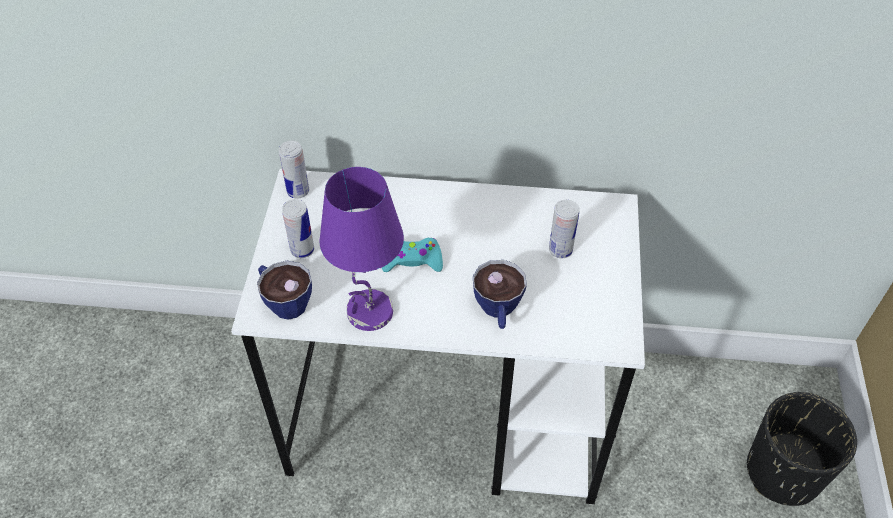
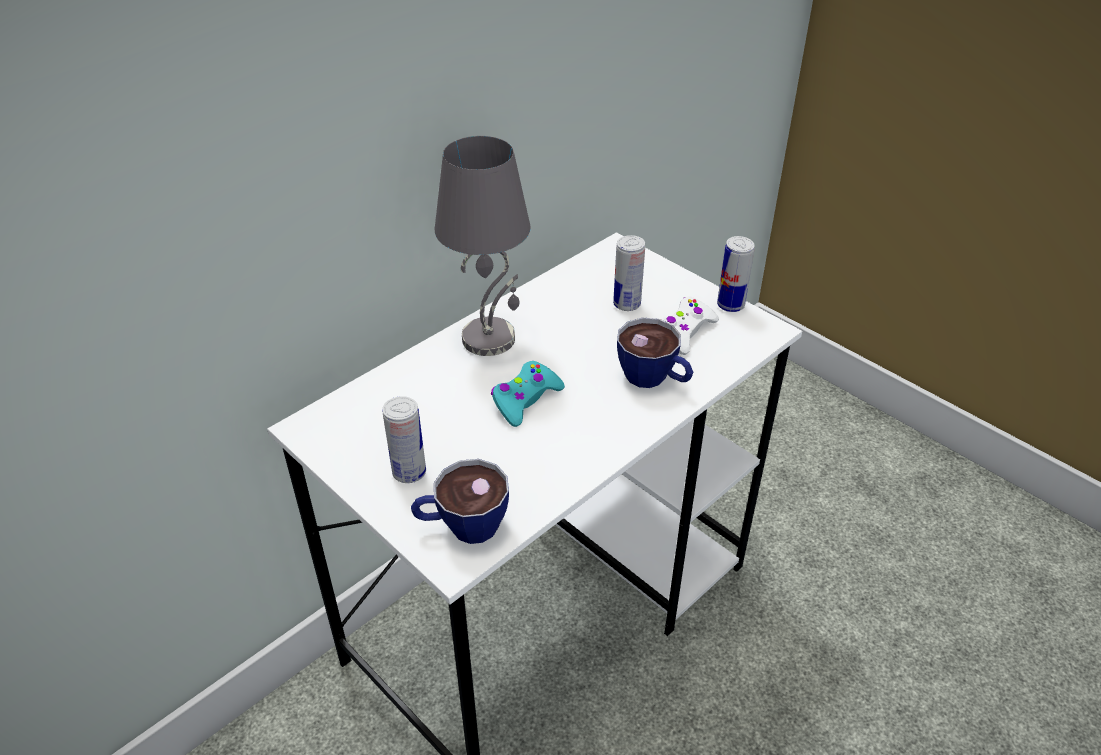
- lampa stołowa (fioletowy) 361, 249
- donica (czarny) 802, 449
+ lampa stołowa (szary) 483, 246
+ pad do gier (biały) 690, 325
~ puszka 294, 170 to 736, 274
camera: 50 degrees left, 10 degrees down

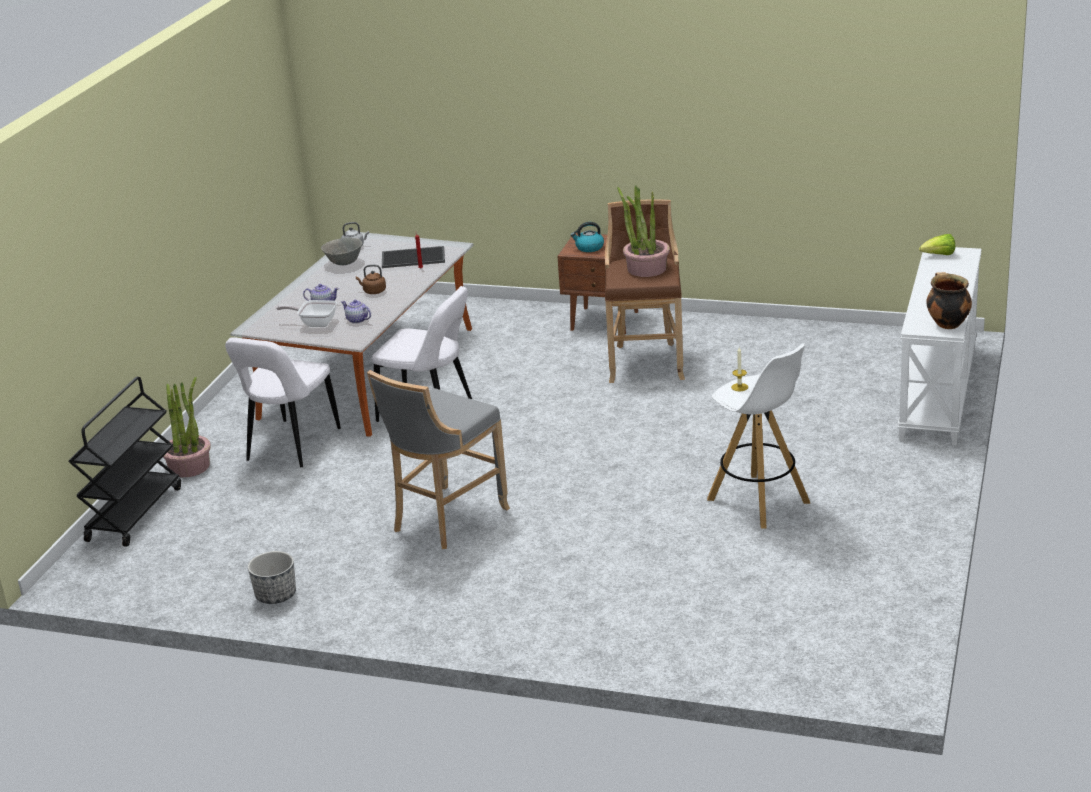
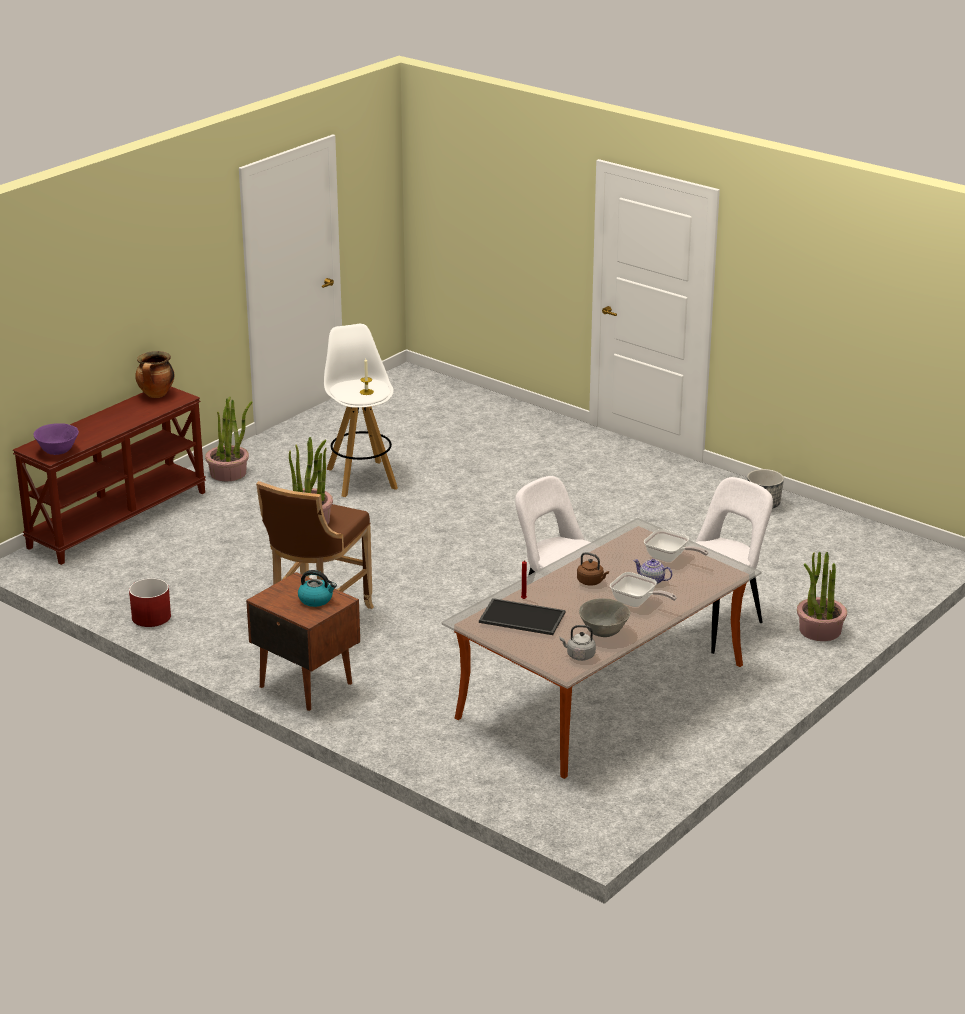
- wózek (czarny) 124, 462
- imbryk 356, 312
- stołek (szary) 438, 459
+ donica (czerwony) 150, 602
+ roślina doniczkowa 228, 439
+ patelnia 643, 589
~ sałata 937, 244 to miska (fioletowy) 56, 439
~ stolik konsolowy (biały) 940, 346 to stolik konsolowy (brązowy) 109, 476
camera: 160 degrees left, 0 degrees up

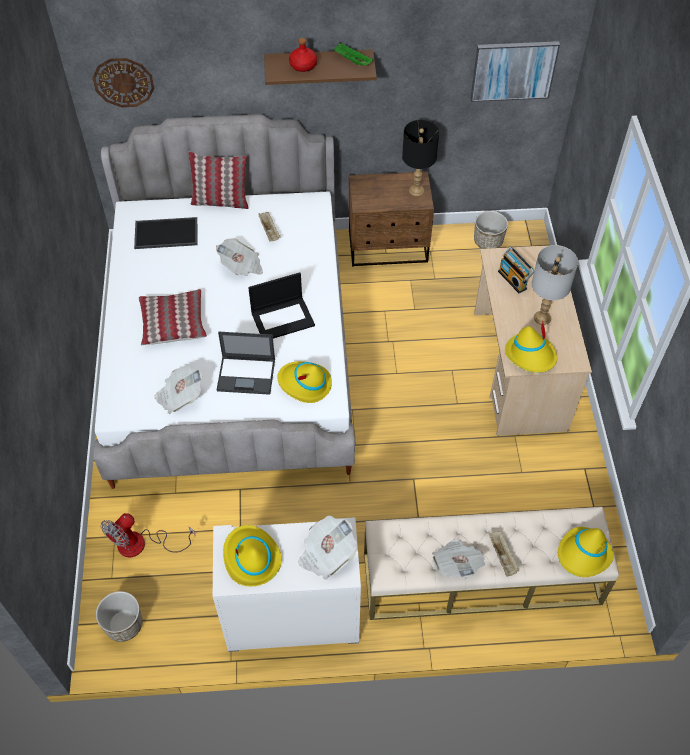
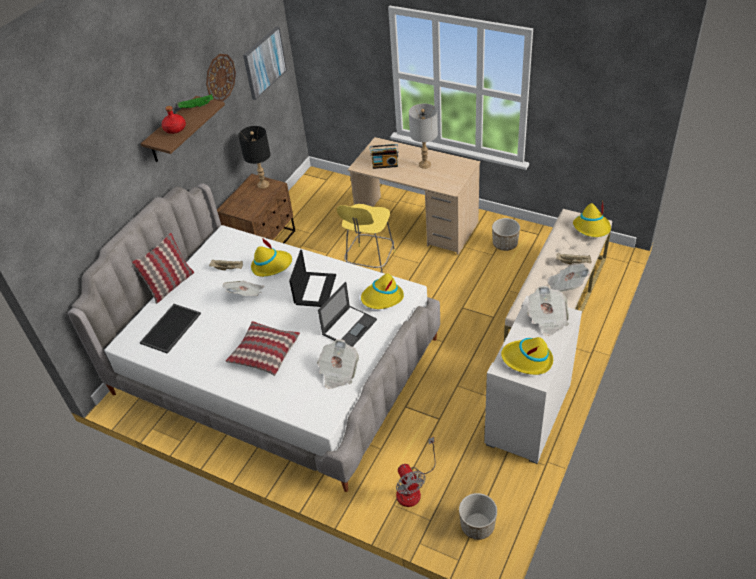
+ stołek (żółty) 366, 238
~ zegar ścienny 123, 82 to 221, 78
~ donica 491, 230 to 506, 234
~ kapelusz (żółty) 531, 348 to 271, 257
camera: 55 degrees left, 10 degrees down

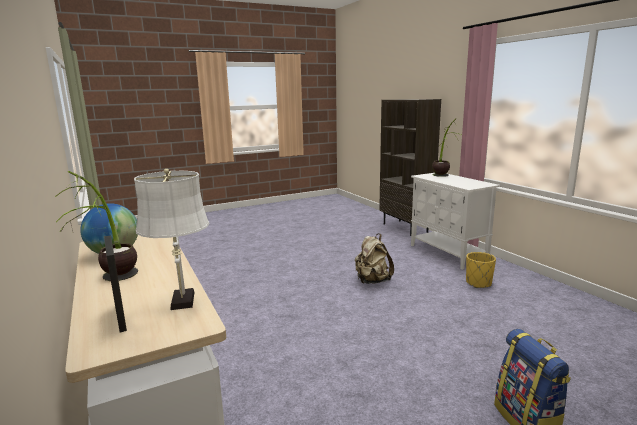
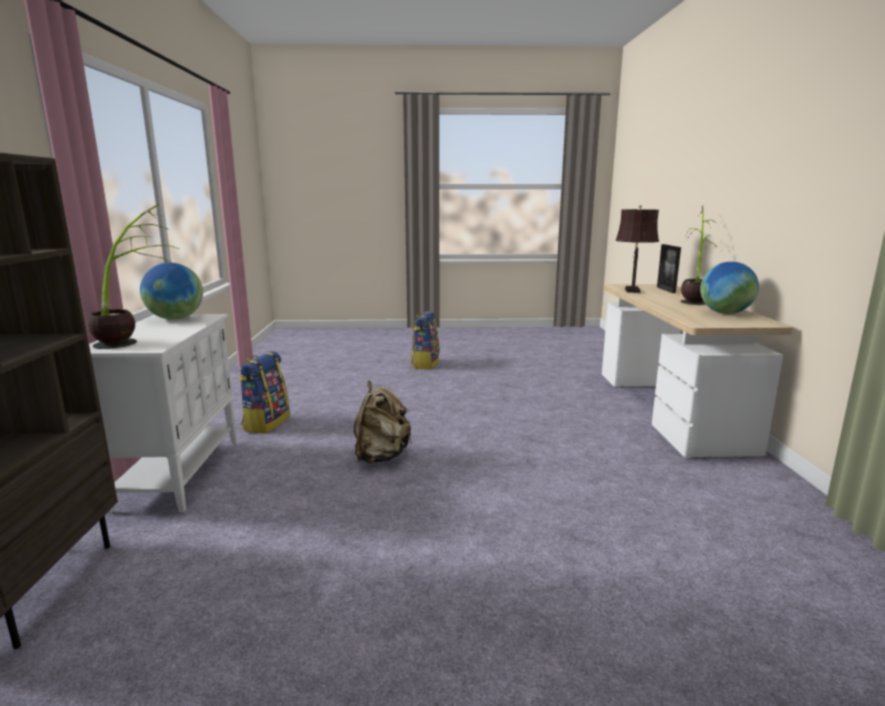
+ globus 171, 291
~ donica (żółty) 481, 270 to plecak 264, 392
~ lampa stołowa (biały) 172, 239 to lampa stołowa (brązowy) 637, 249
camera: 155 degrees left, 0 degrees up

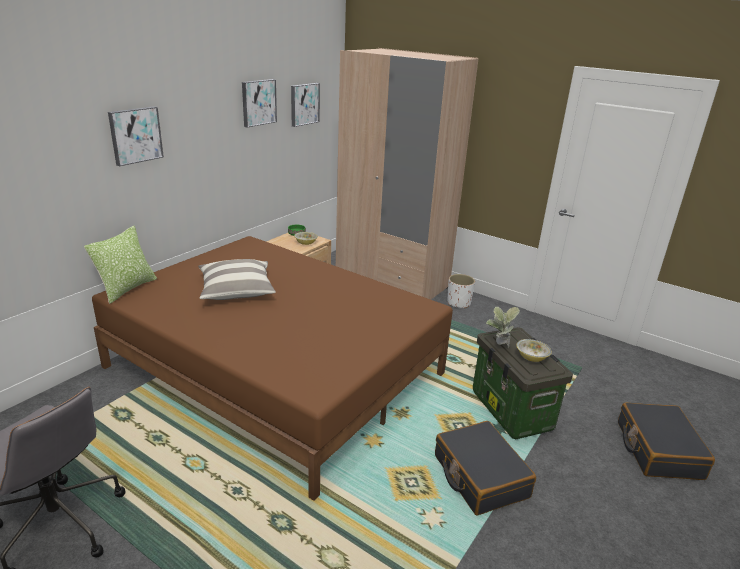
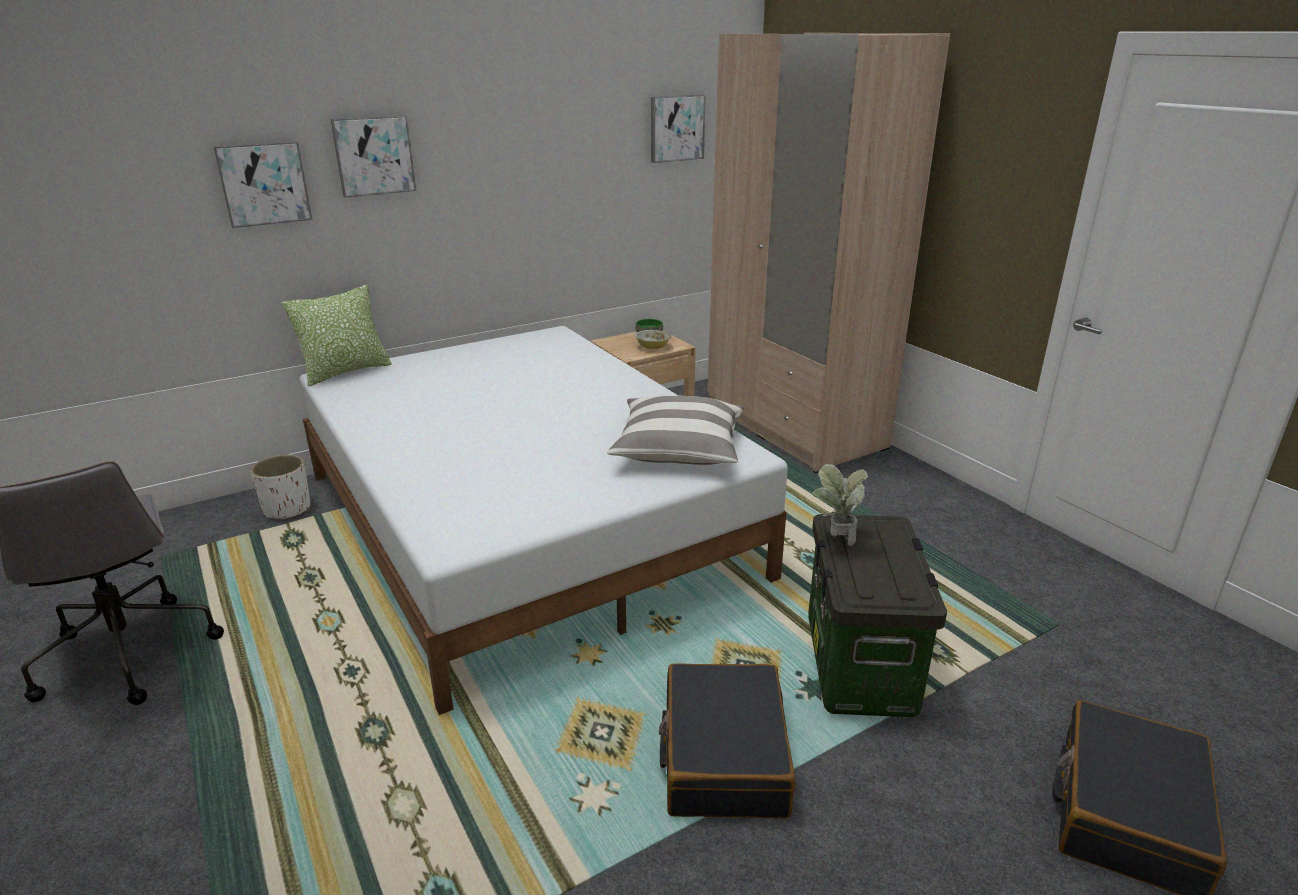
- miska 534, 350
~ poduszka 237, 279 to 675, 430
~ obraz 259, 103 to 262, 184
~ donica (biały) 461, 291 to 280, 487
~ łóżko (brązowy) 272, 368 to łóżko (biały) 544, 520
camera: 25 degrees right, 0 degrees up

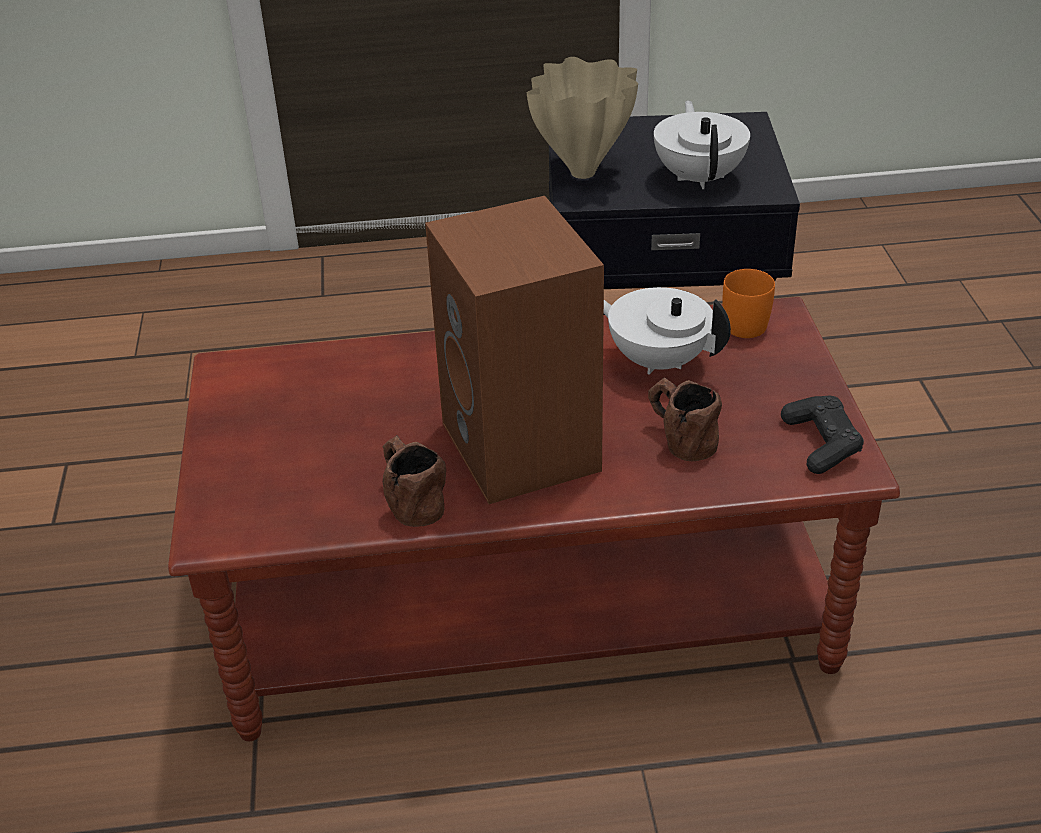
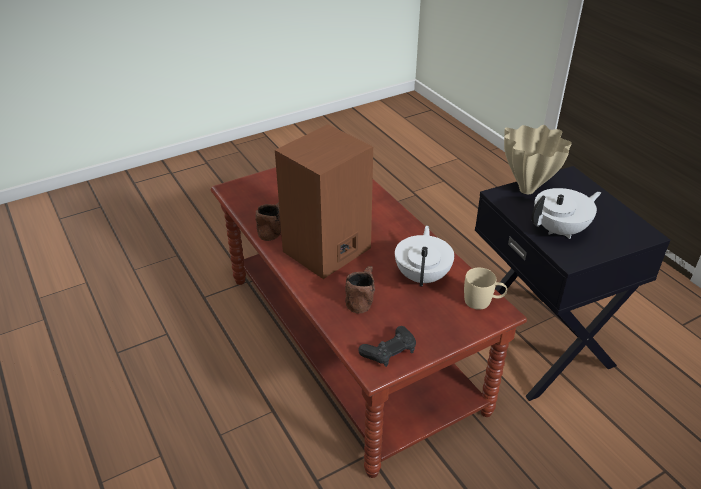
~ kubek (pomarańczowy) 748, 303 to kubek (beżowy) 485, 289
camera: 65 degrees right, 0 degrees up

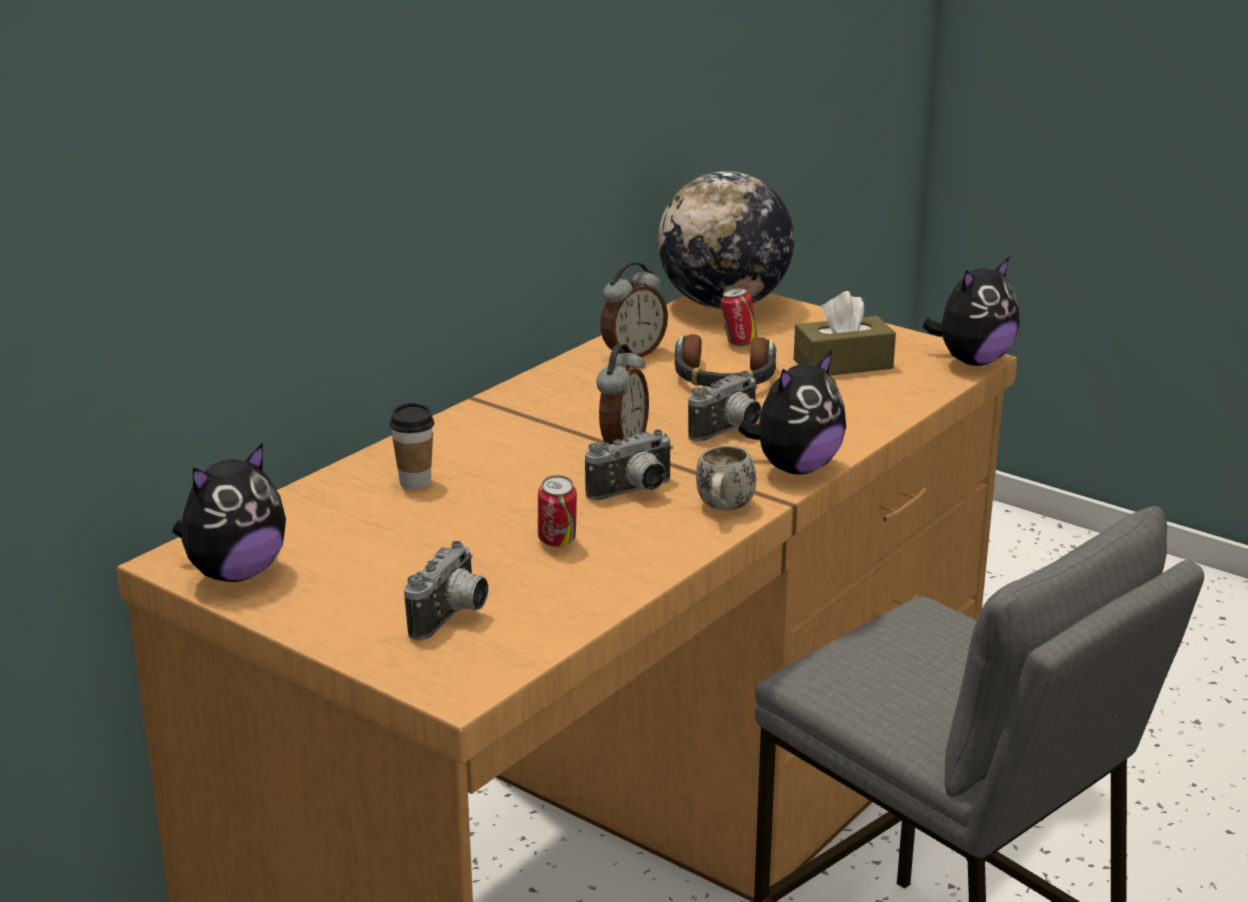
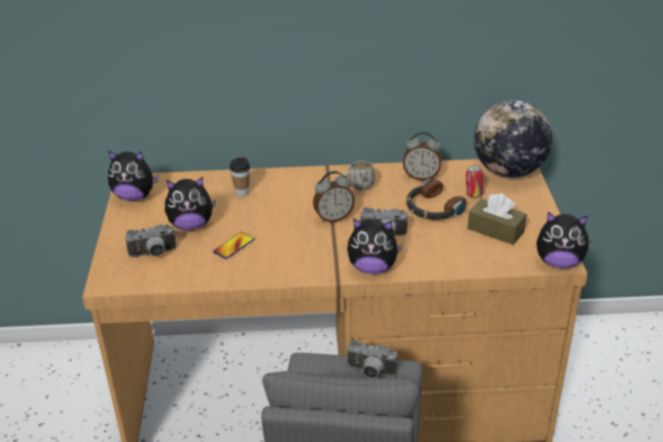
+ pluszak 190, 203
~ aparat fotograficzny 629, 464 to 372, 359
~ kubek (biały) 726, 478 to 359, 175
~ puszka 557, 511 to telefon 233, 245
camera: 50 degrees right, 10 degrees up

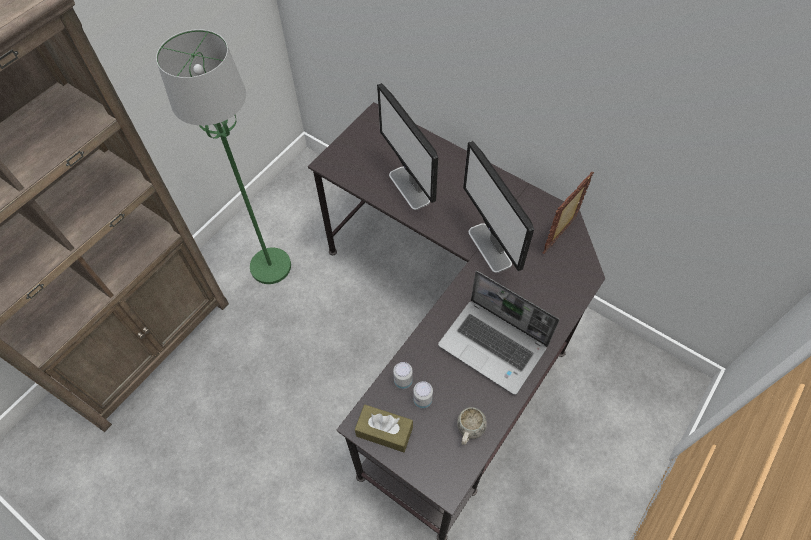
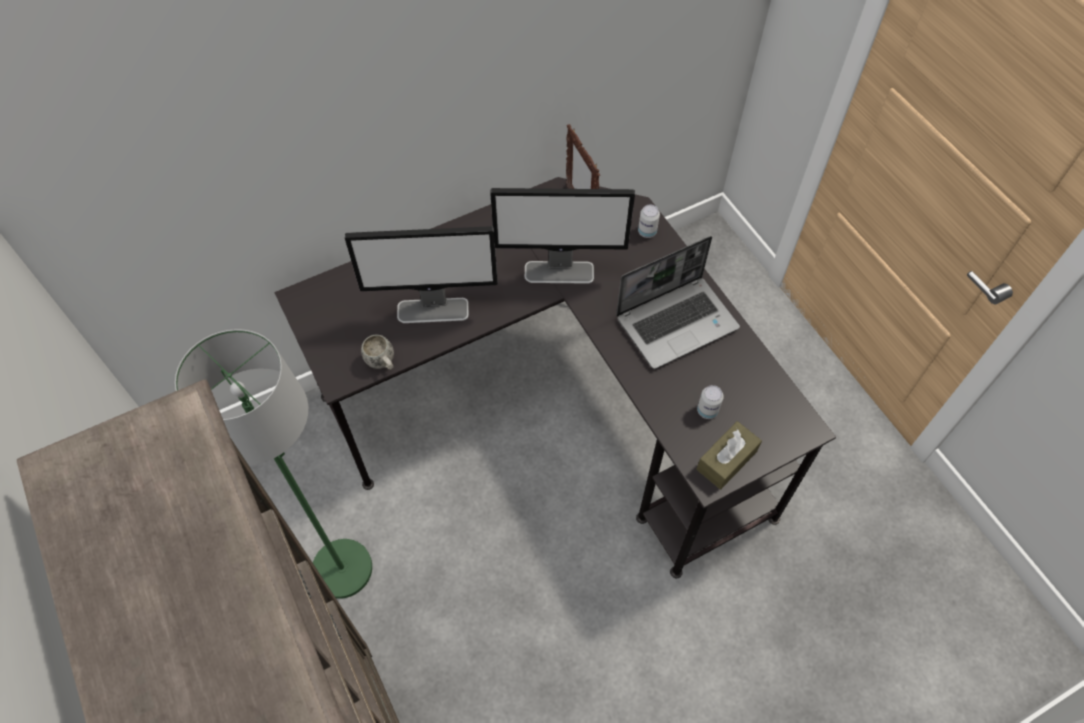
~ puszka 403, 375 to 649, 221
~ kubek (biały) 472, 426 to 377, 352
camera: 65 degrees left, 0 degrees up

